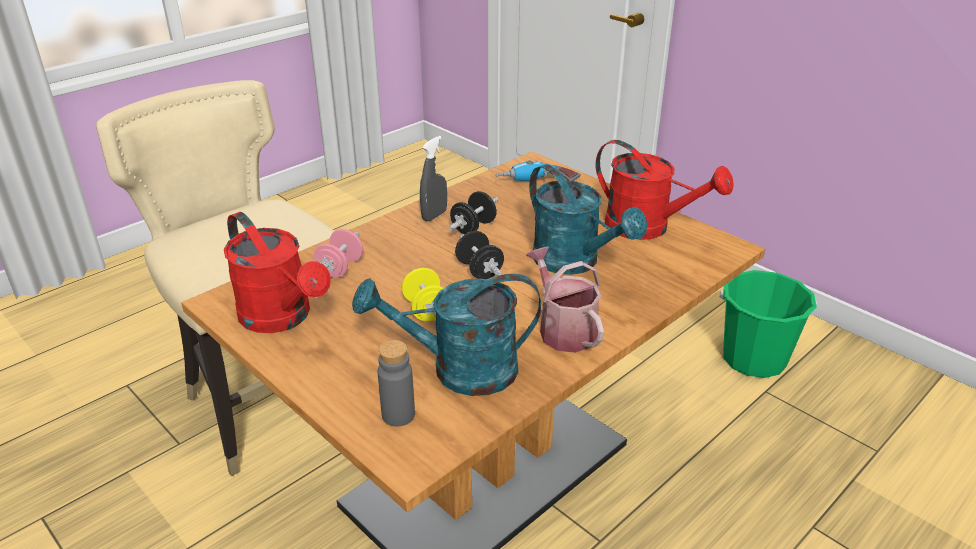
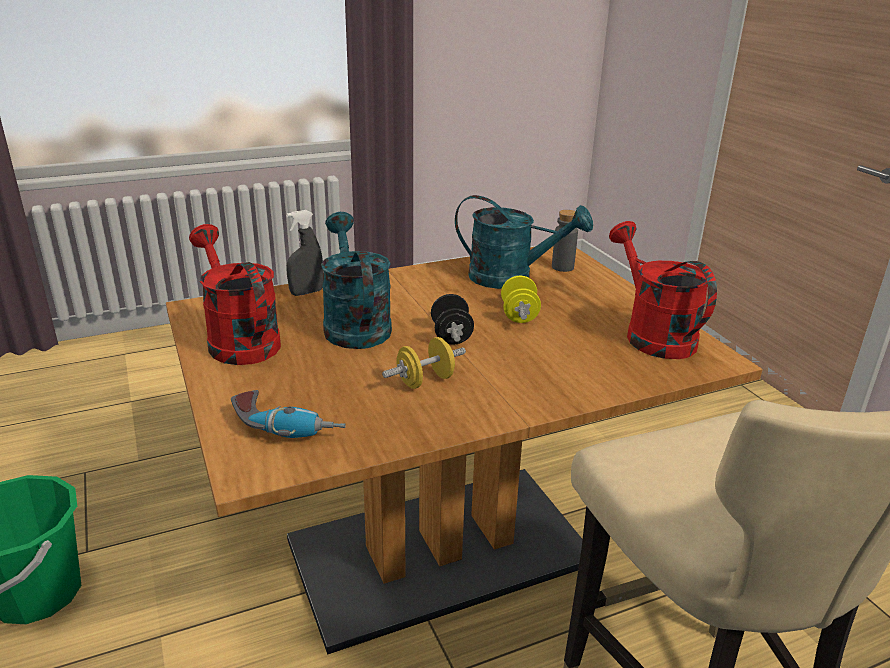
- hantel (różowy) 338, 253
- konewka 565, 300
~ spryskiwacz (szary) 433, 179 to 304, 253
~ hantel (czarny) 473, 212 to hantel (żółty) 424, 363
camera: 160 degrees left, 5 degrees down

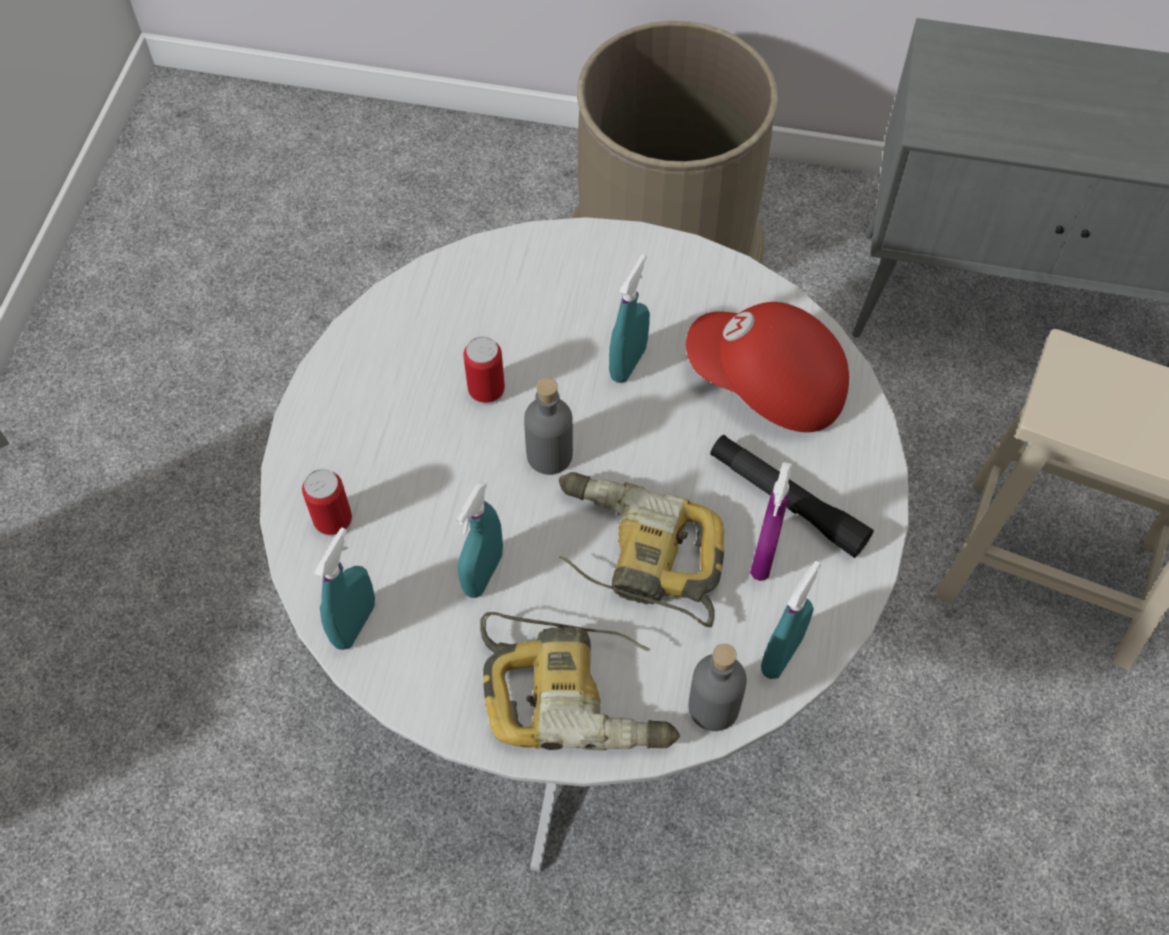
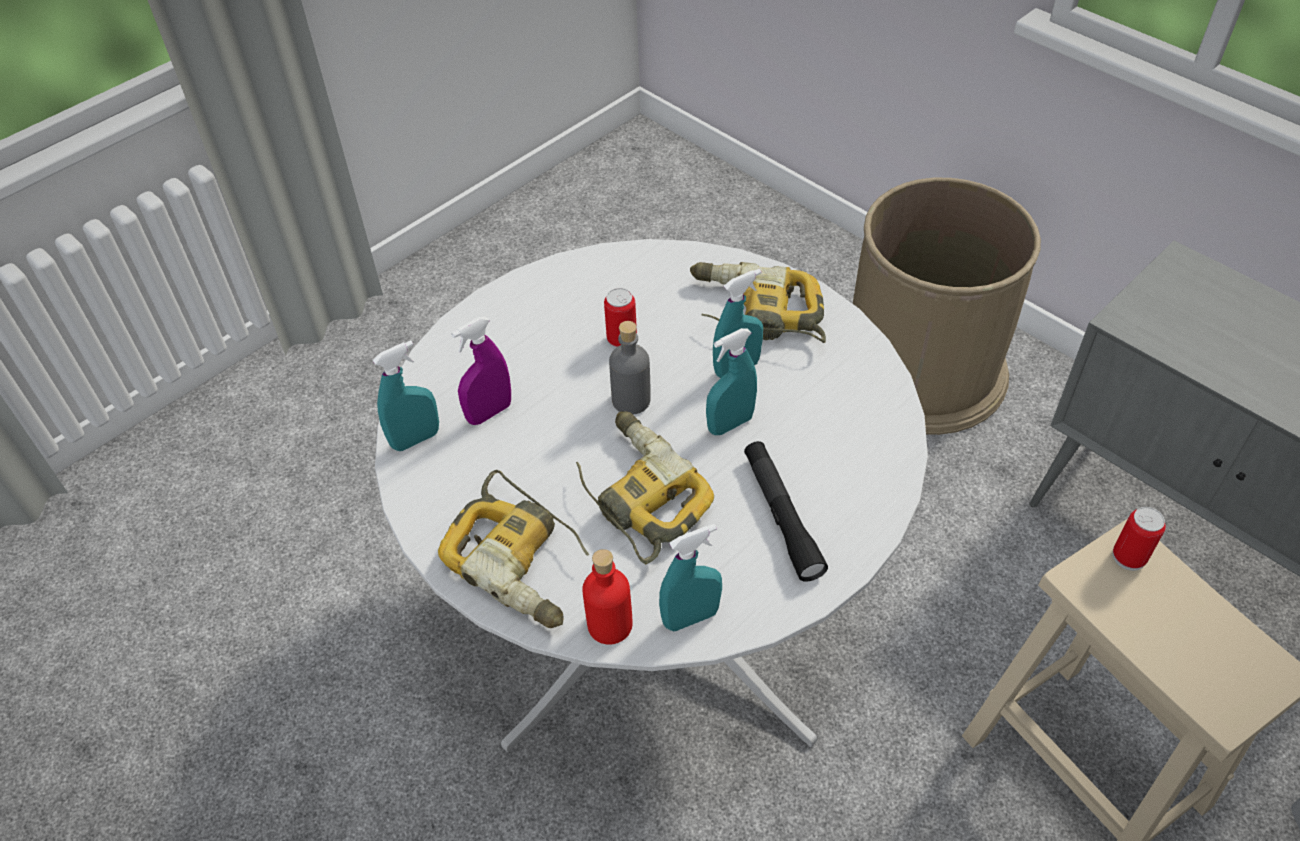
- czapka z daszkiem (czerwony) 767, 367
+ wiertarka 758, 302
~ puszka 327, 503 to 1139, 539
~ spryskiwacz (turkusowy) 480, 539 to 731, 381
~ spryskiwacz (fioletowy) 771, 521 to 481, 371
~ butelka (szary) 718, 687 to butelka (czerwony) 607, 597
camera: 35 degrees right, 10 degrees down

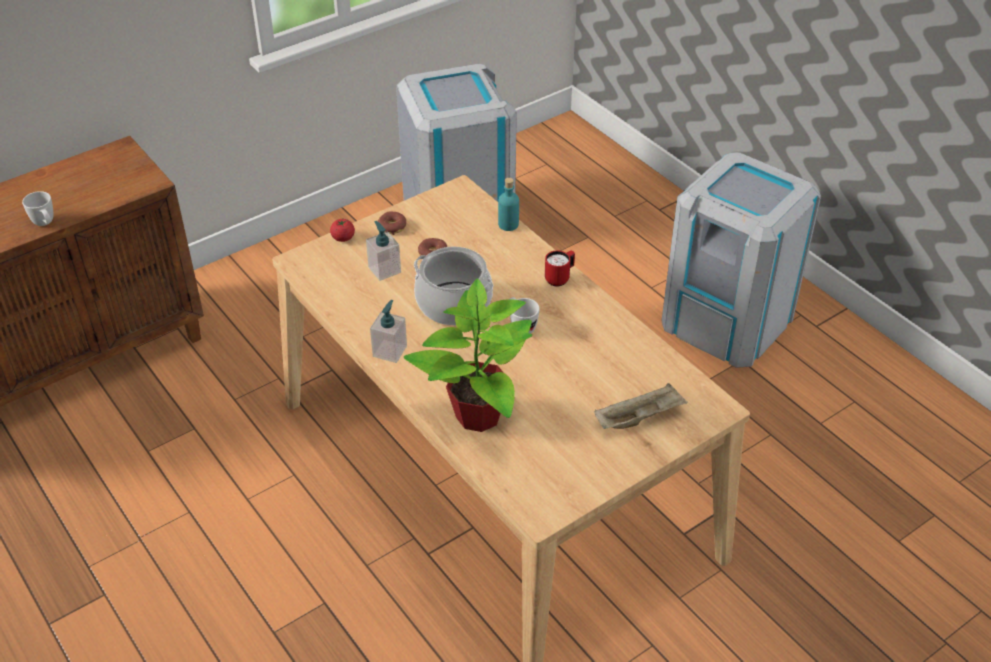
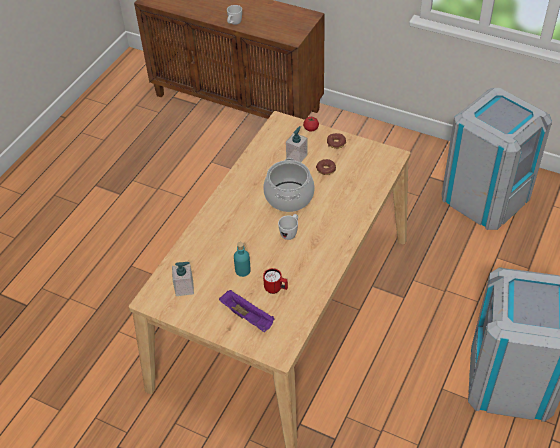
- roślina doniczkowa 468, 355
~ dozownik mydła 388, 331 to 183, 279
~ butelka (turkusowy) 508, 204 to 242, 259
~ kubek (czerwony) 560, 268 to 275, 281
~ taca (beżowy) 641, 406 to taca (fioletowy) 247, 311
camera: 65 degrees right, 5 degrees up

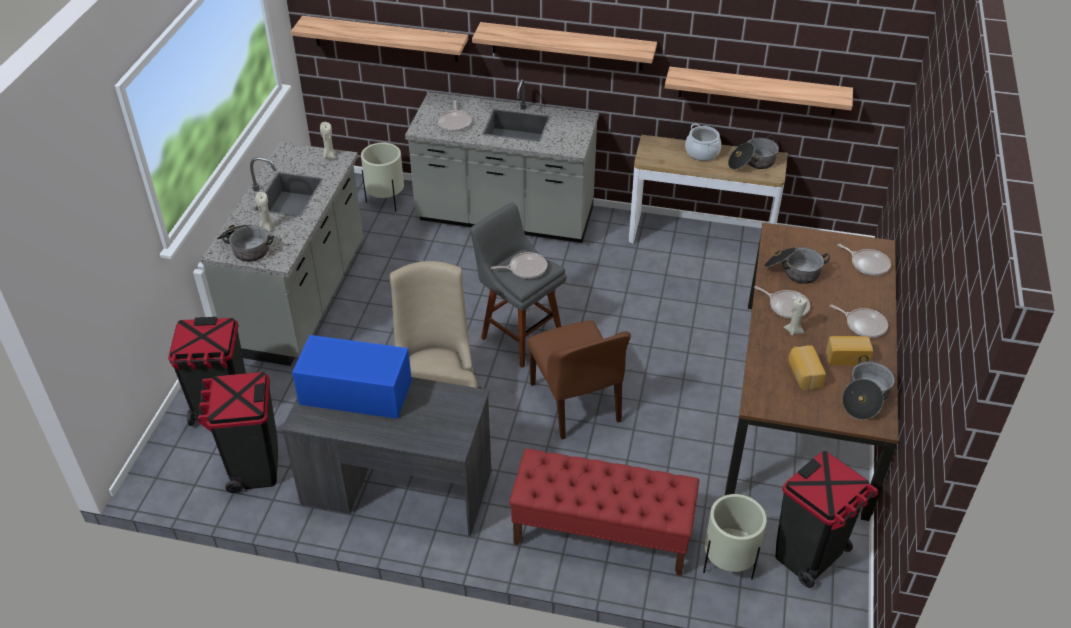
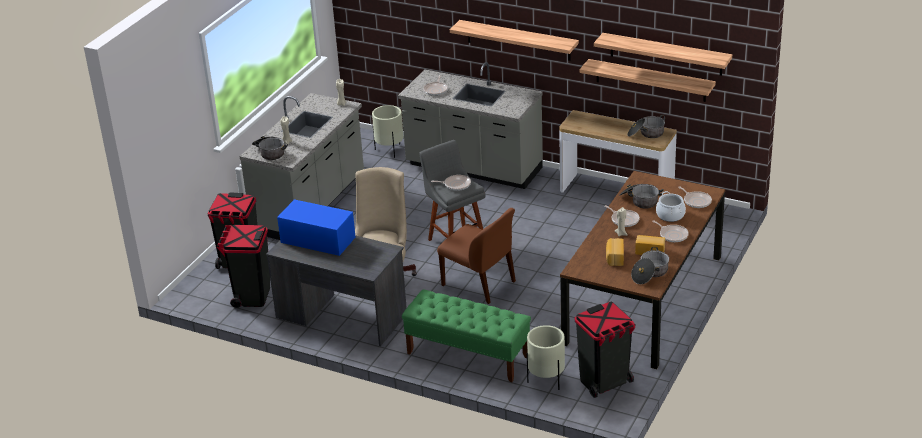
~ półka 379, 39 to 663, 54
~ garnek 703, 142 to 671, 206
~ ławka (czerwony) 604, 512 to ławka (zielony) 466, 335
~ krzesło (brązowy) 579, 379 = 476, 256 45 degrees counterclockwise
camera: 15 degrees right, 10 degrees down

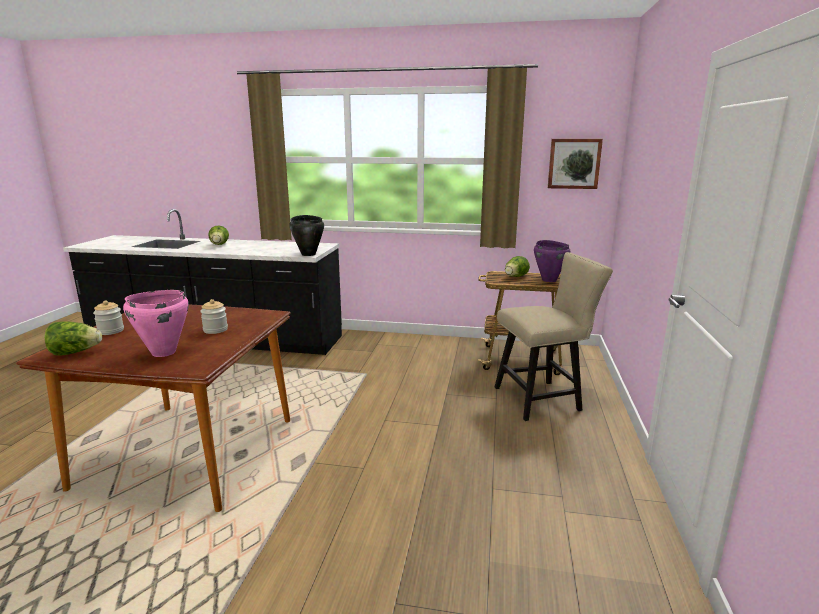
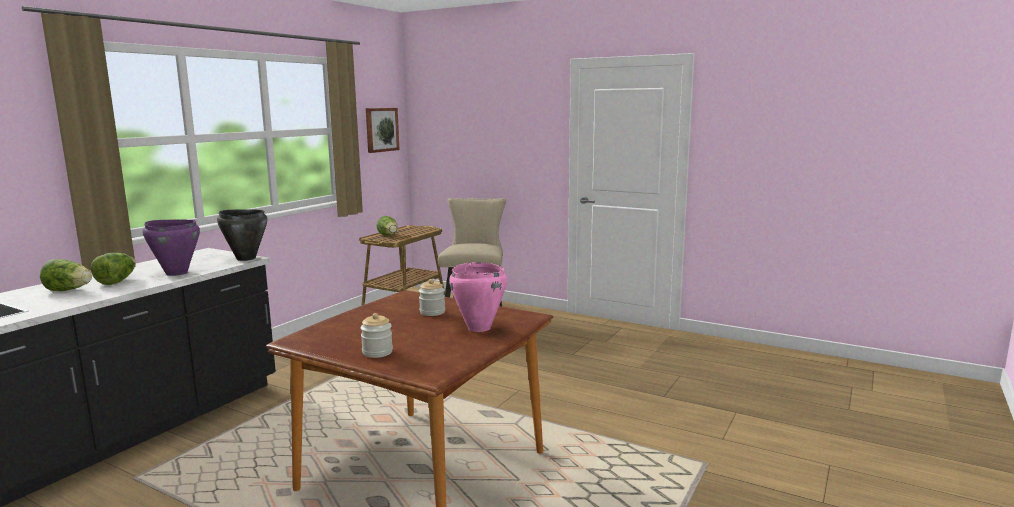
~ sałata 73, 338 to 113, 269
~ garnek (fioletowy) 552, 261 to 171, 248
camera: 70 degrees left, 5 degrees down

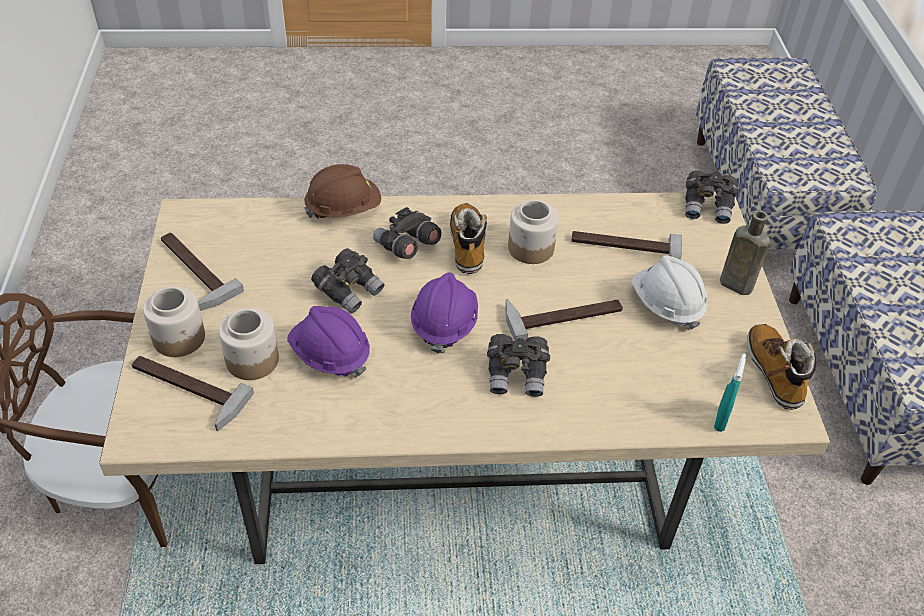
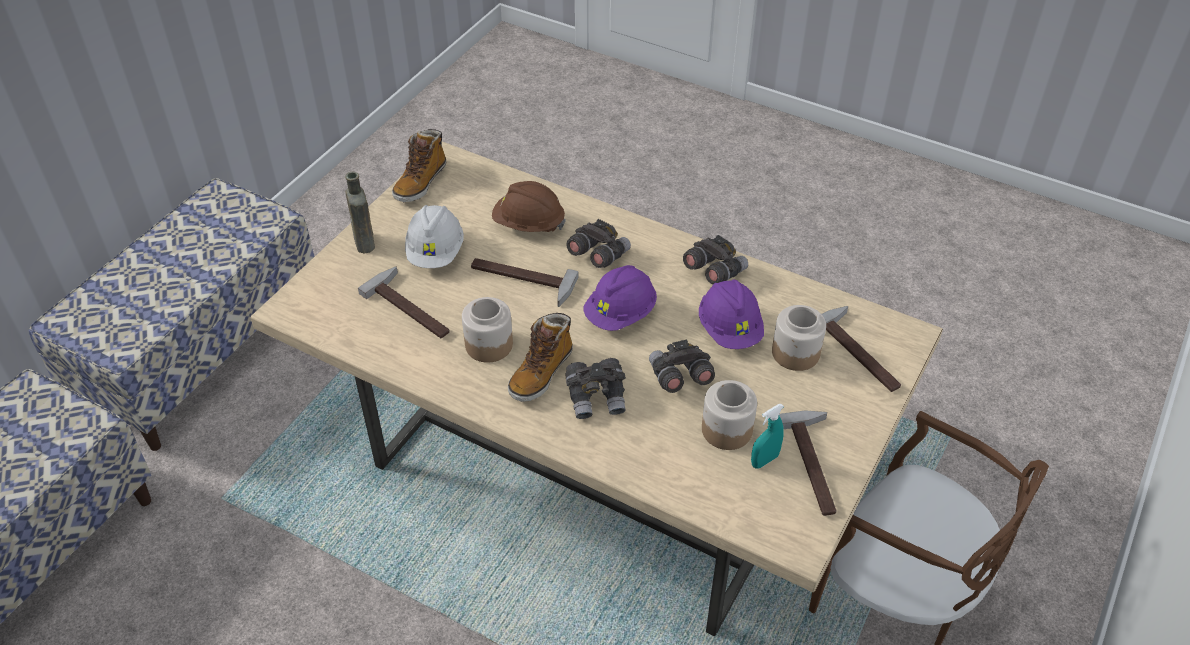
~ słoik 174, 321 to 729, 415
~ kask (brązowy) 342, 191 to 529, 206
~ lornetka (szary) 712, 197 to 715, 259
~ spryskiwacz (turkusowy) 730, 392 to 767, 436
camera: 145 degrees left, 0 degrees up

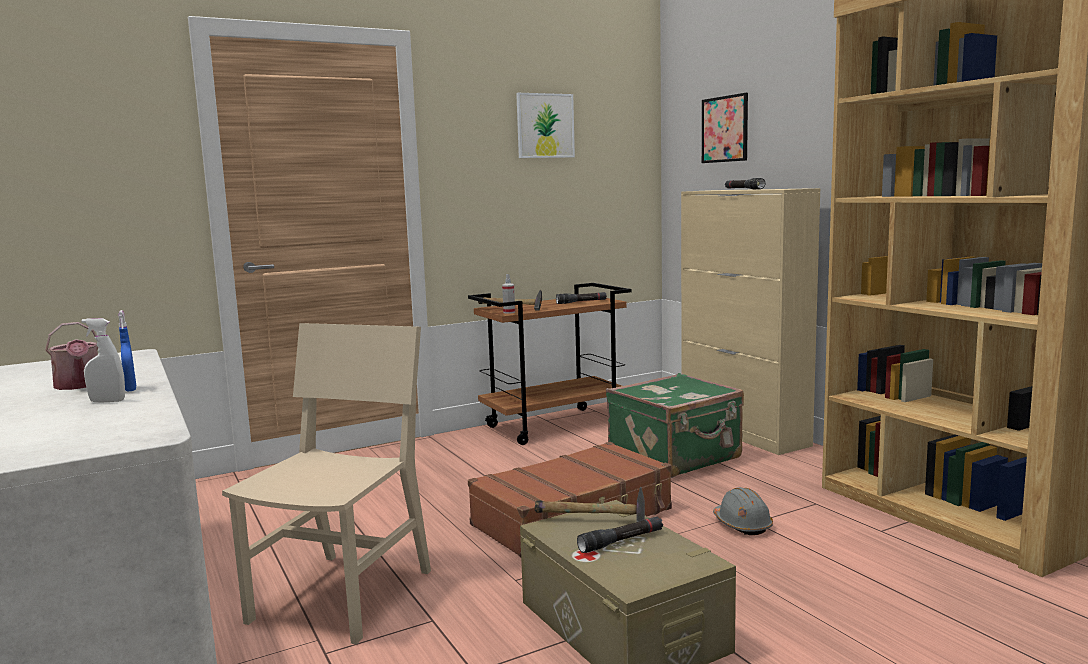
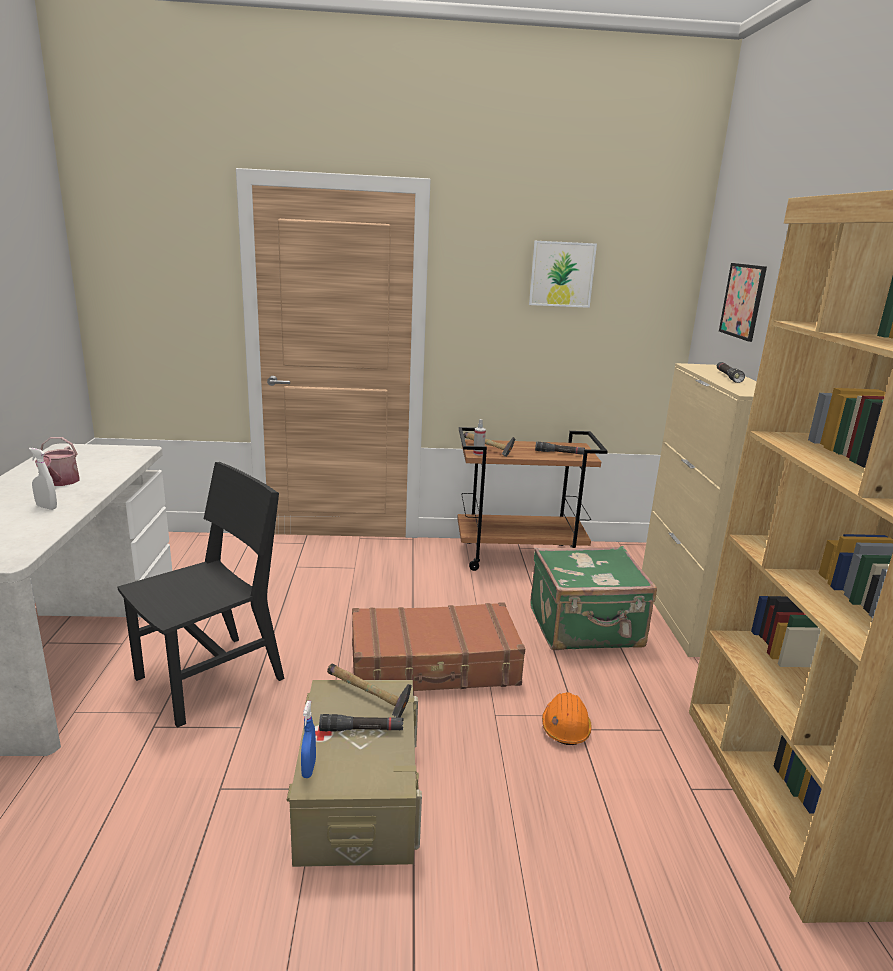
~ spryskiwacz (niebieski) 127, 350 to 308, 739
~ krzesło (beżowy) 326, 484 to krzesło (czarny) 201, 595
~ kask (szary) 743, 511 to kask (pomarańczowy) 567, 718
camera: 25 degrees right, 10 degrees up

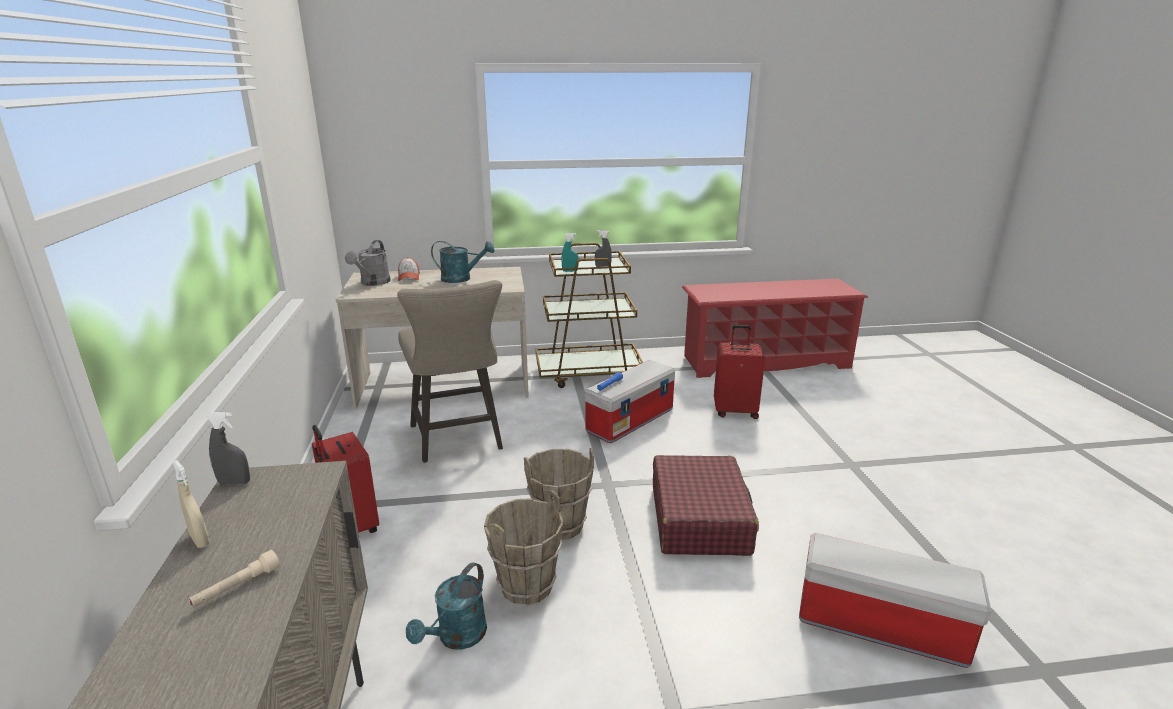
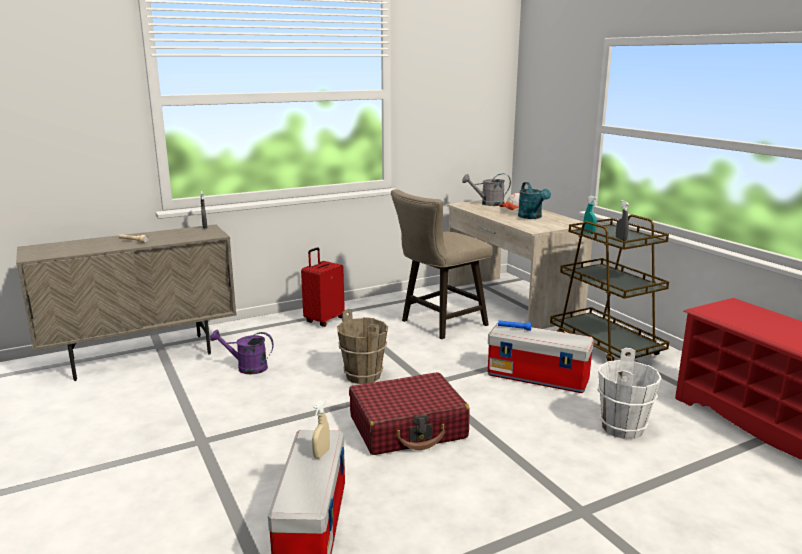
- wiadro (brązowy) 524, 547
~ spryskiwacz (beżowy) 191, 504 to 321, 429
~ walizka (czerwony) 739, 372 to wiadro (biały) 630, 393
~ konewka (turkusowy) 446, 606 to konewka (fioletowy) 242, 352
camera: 70 degrees right, 5 degrees down

